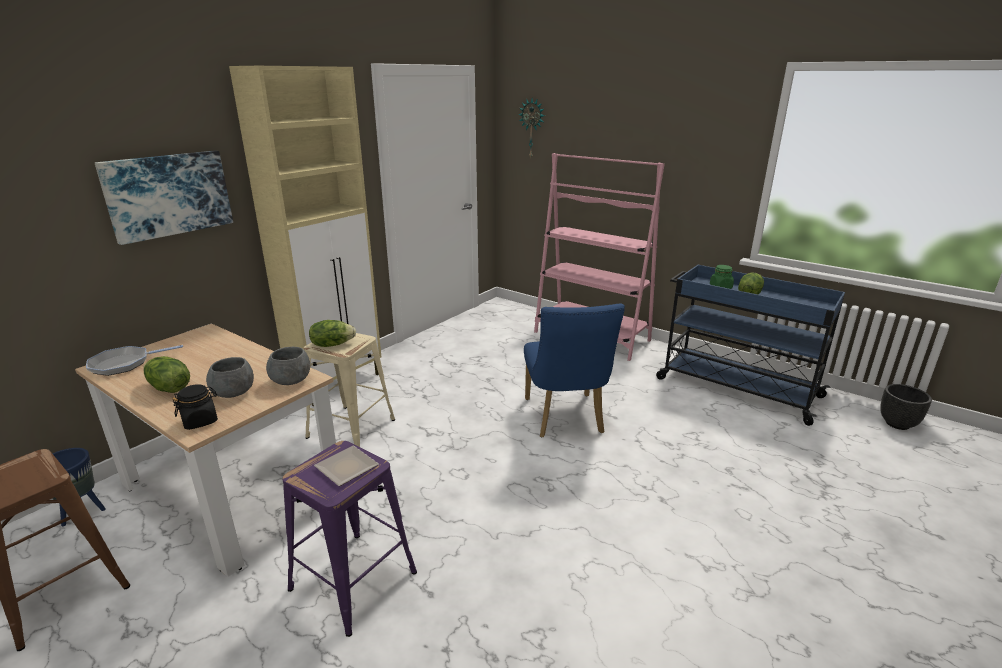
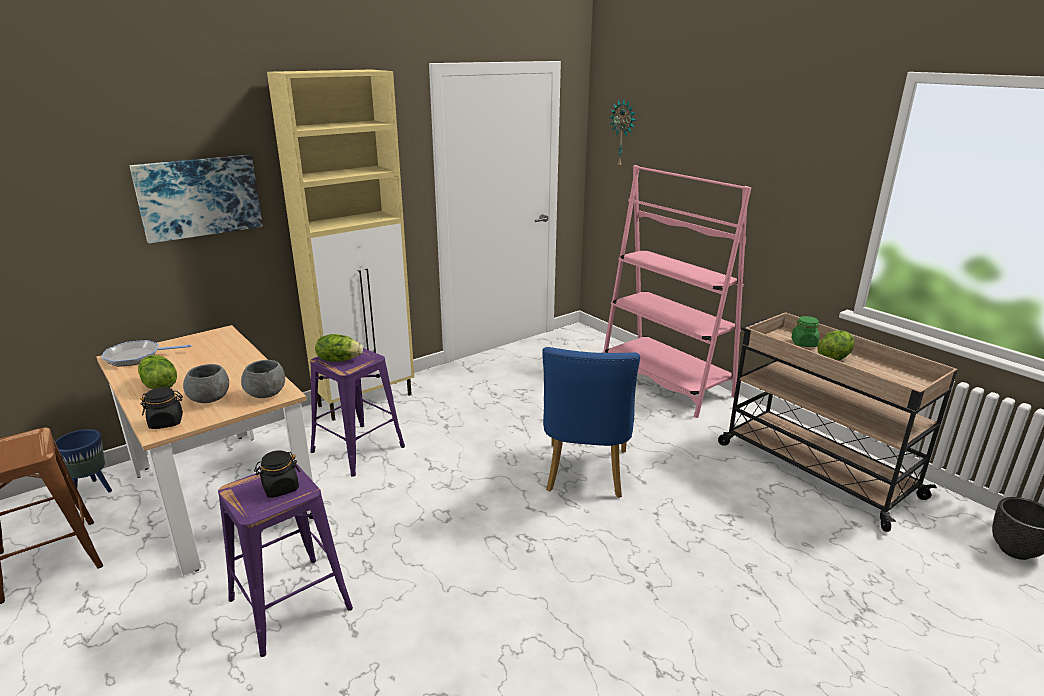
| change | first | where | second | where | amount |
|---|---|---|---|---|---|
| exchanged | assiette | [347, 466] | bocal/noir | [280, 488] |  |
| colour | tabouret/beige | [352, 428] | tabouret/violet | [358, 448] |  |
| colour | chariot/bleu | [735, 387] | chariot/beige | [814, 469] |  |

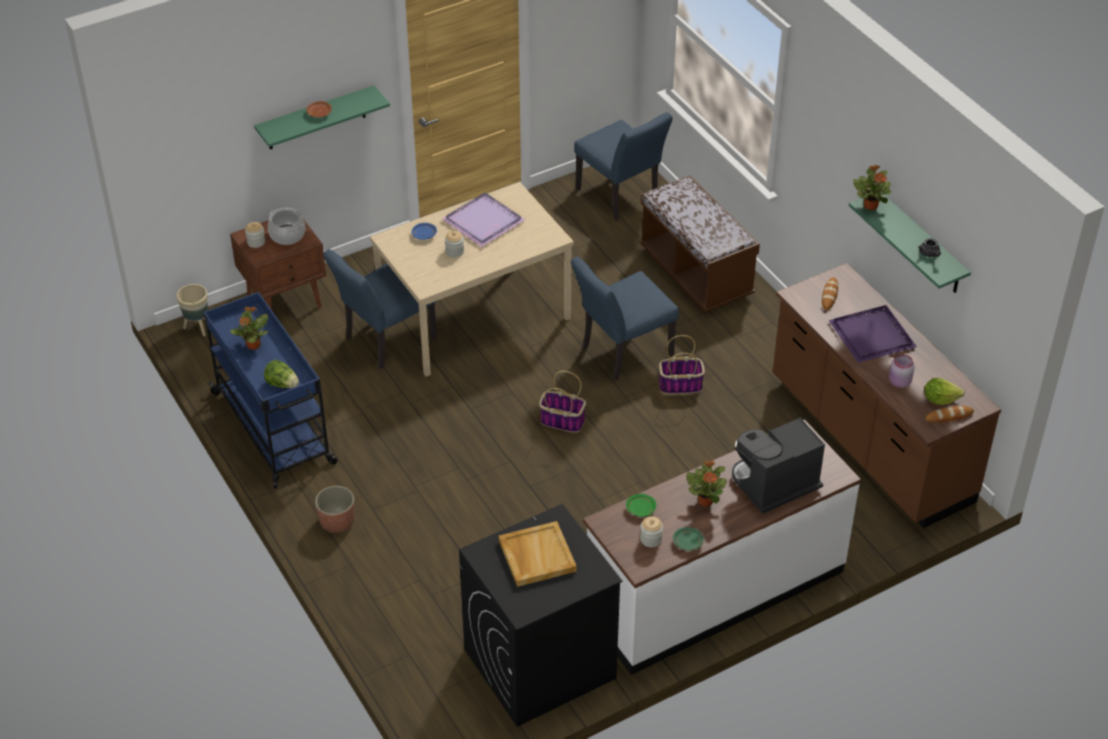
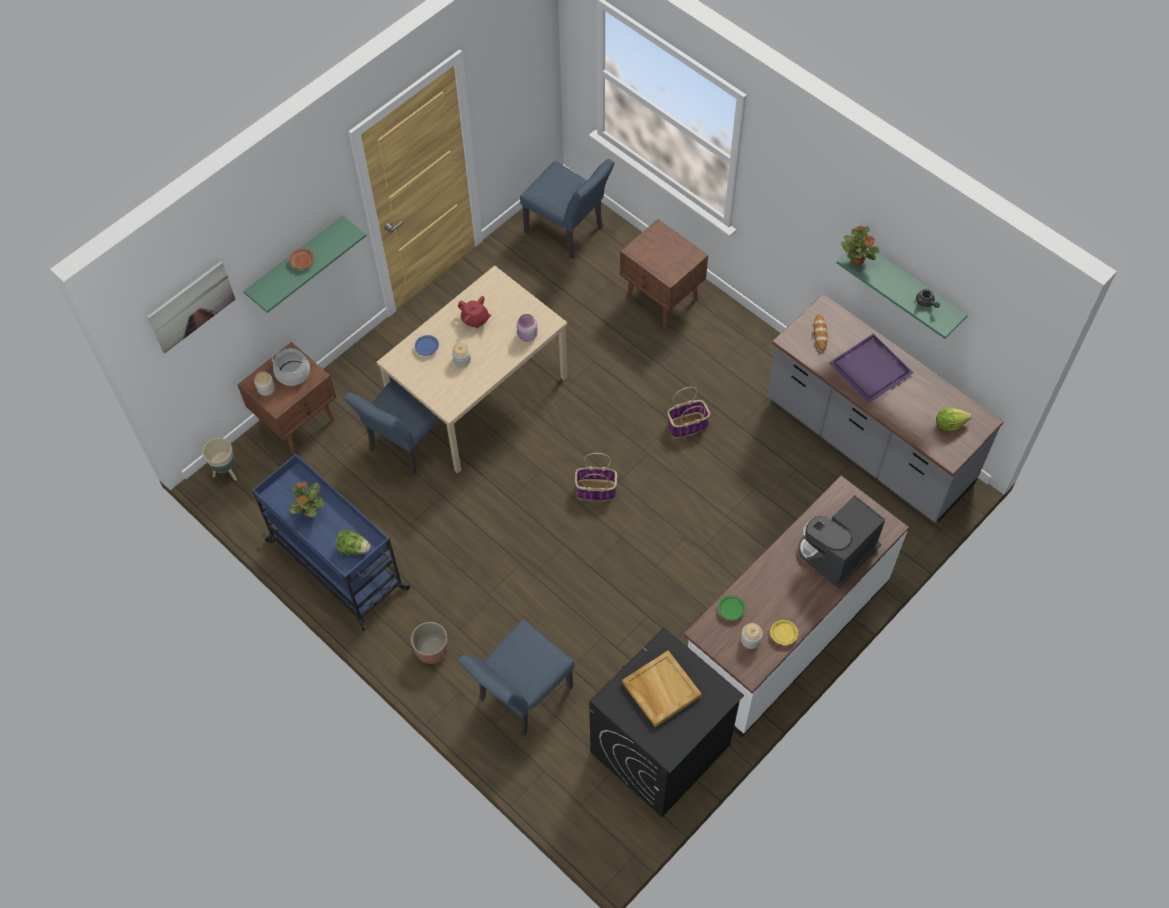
| change | first | where | second | where | amount |
|---|---|---|---|---|---|
| appeared |  |  | tableau | [191, 306] |  |
| exchanged | plateau/violet | [481, 221] | théière/rouge | [475, 319] |  |
| relocated | chaise/bleu | [621, 353] |  | [520, 697] |  |
| relocated | bocal/rose | [899, 382] |  | [527, 336] |  |
| exchanged | banc/marron | [695, 273] | table de chevet/marron | [662, 300] |  |
| colour | comptoir de cuisine/marron | [869, 442] | comptoir de cuisine/gris | [867, 444] |  |
| colour | assiette/vert | [688, 542] | assiette/jaune | [784, 634] |  |
| missing | plante en pot | [705, 500] |  |  |  |
| missing | pain | [949, 416] |  |  |  |

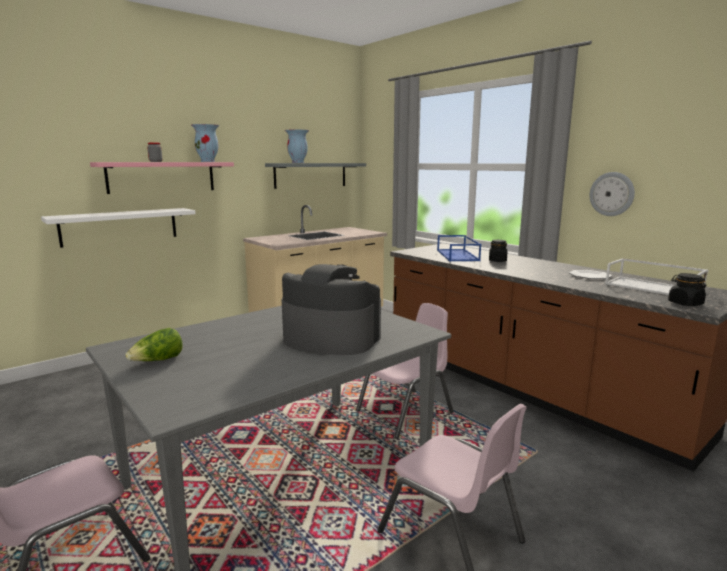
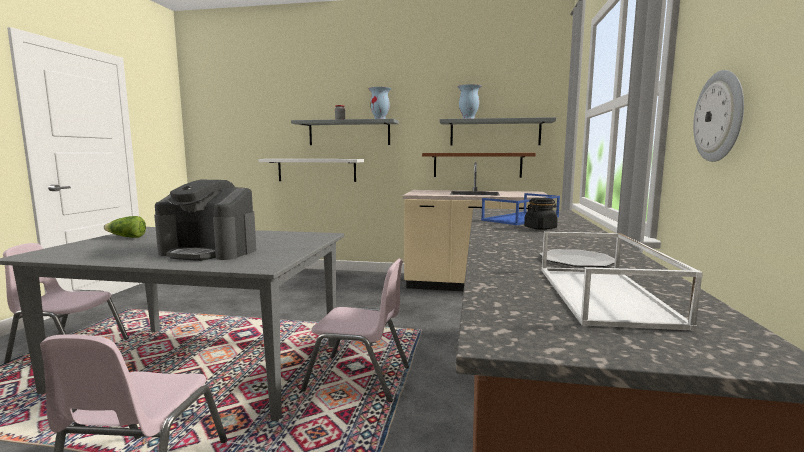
| change | first | where | second | where | amount |
|---|---|---|---|---|---|
| spun | machine à café | [330, 338] |  | [210, 251] | 120 degrees clockwise |
| colour | étagère/rose | [162, 177] | étagère/gris | [349, 133] |  |
| appeared |  |  | étagère/marron | [477, 165] |  |
| missing | bocal/noir | [685, 303] |  |  |  |

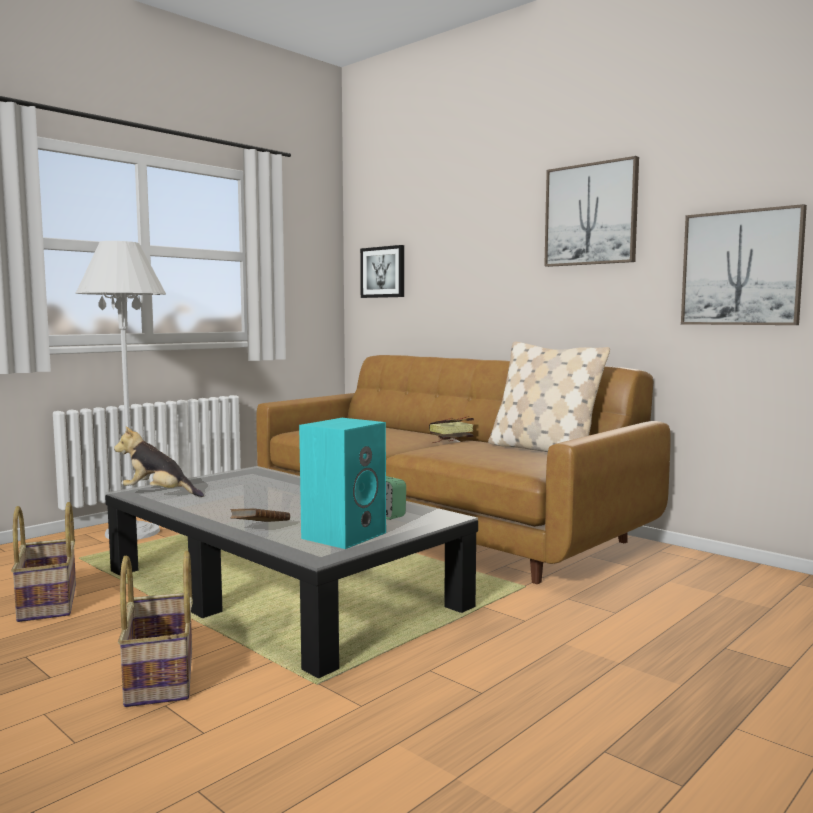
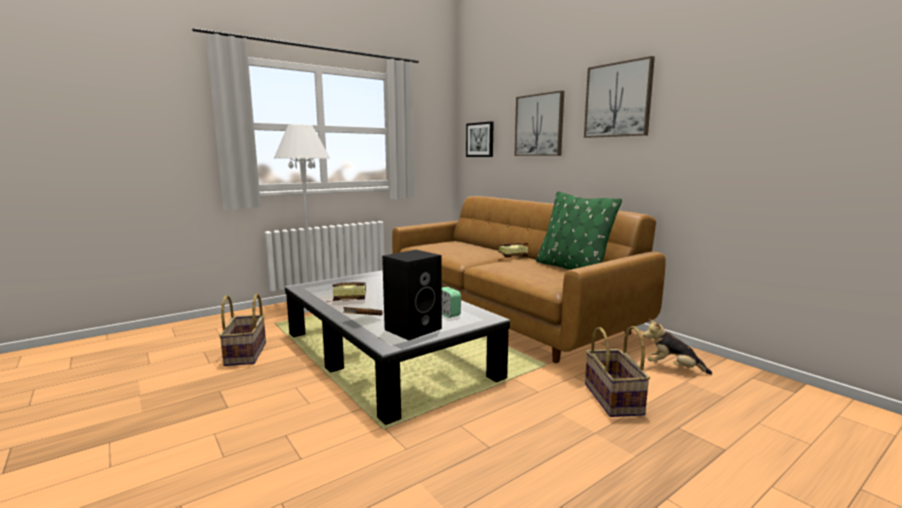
| change | first | where | second | where | amount |
|---|---|---|---|---|---|
| appeared |  |  | livre | [346, 299] |  |
| colour | enceinte/turquoise | [344, 535] | enceinte/noir | [413, 328] |  |
| relocated | tableau | [741, 268] |  | [539, 125] |  |
| colour | coussin/beige | [543, 450] | coussin/vert | [572, 268] |  |
| relocated | panier | [162, 677] |  | [614, 399] |  |
| relocated | peluche | [159, 494] |  | [673, 368] |  |

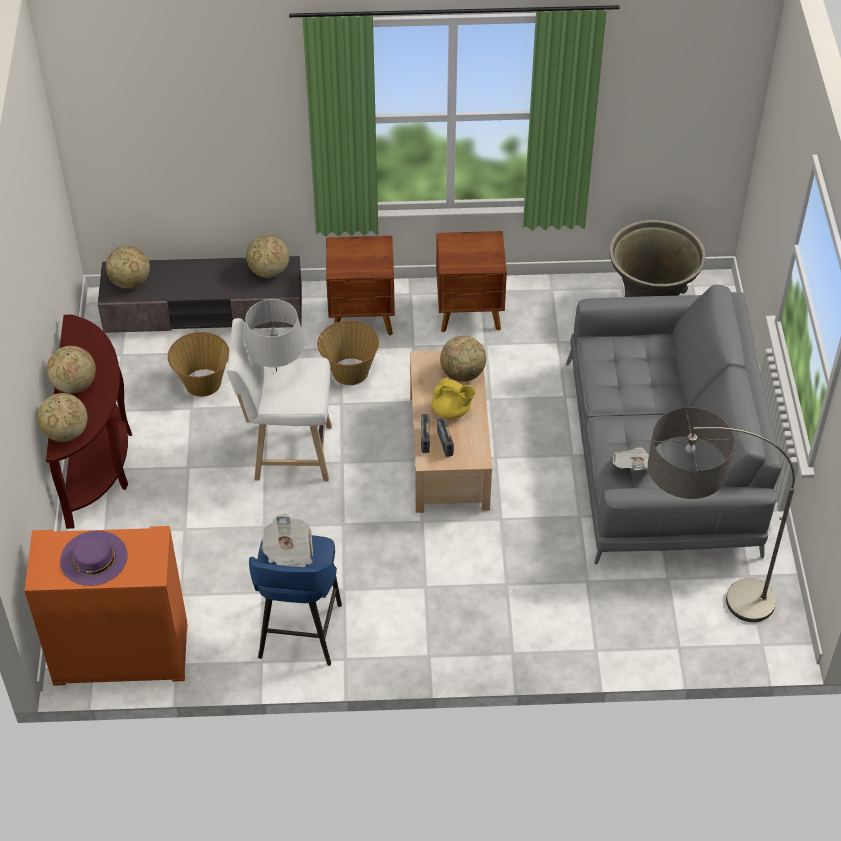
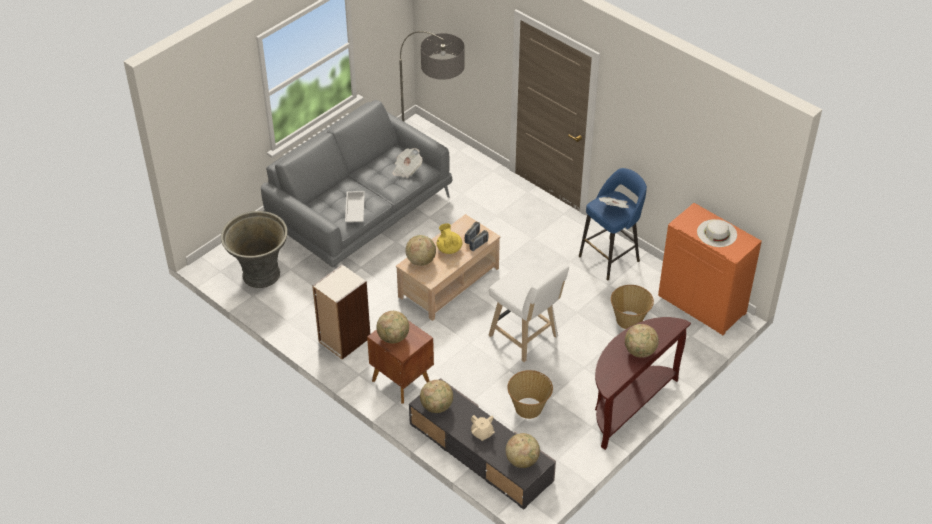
| change | first | where | second | where | amount |
|---|---|---|---|---|---|
| exchanged | table de chevet/marron | [470, 313] | bibliothèque | [344, 340] |  |
| appeared |  |  | plateau/blanc | [354, 210] |  |
| relocated | globe | [66, 433] |  | [393, 337] |  |
| appeared |  |  | théière/beige | [482, 433] |  |
| relocated | panier | [349, 371] |  | [629, 320] |  |
| colour | chapeau/violet | [93, 558] | chapeau/blanc | [717, 233] |  |
| missing | lampe de table/gris | [276, 371] |  |  |  |

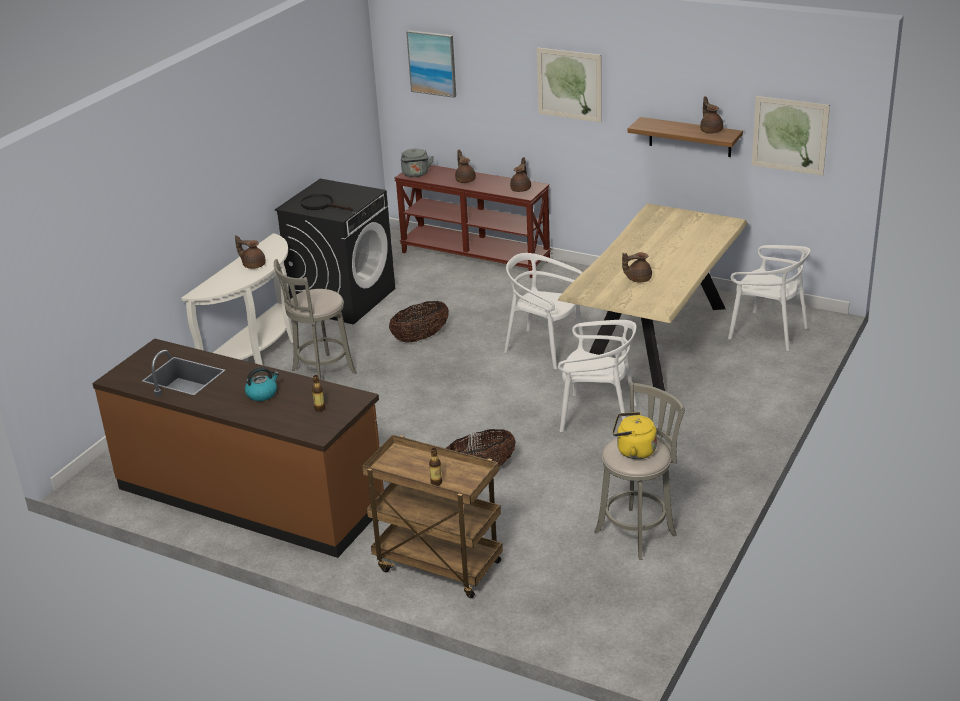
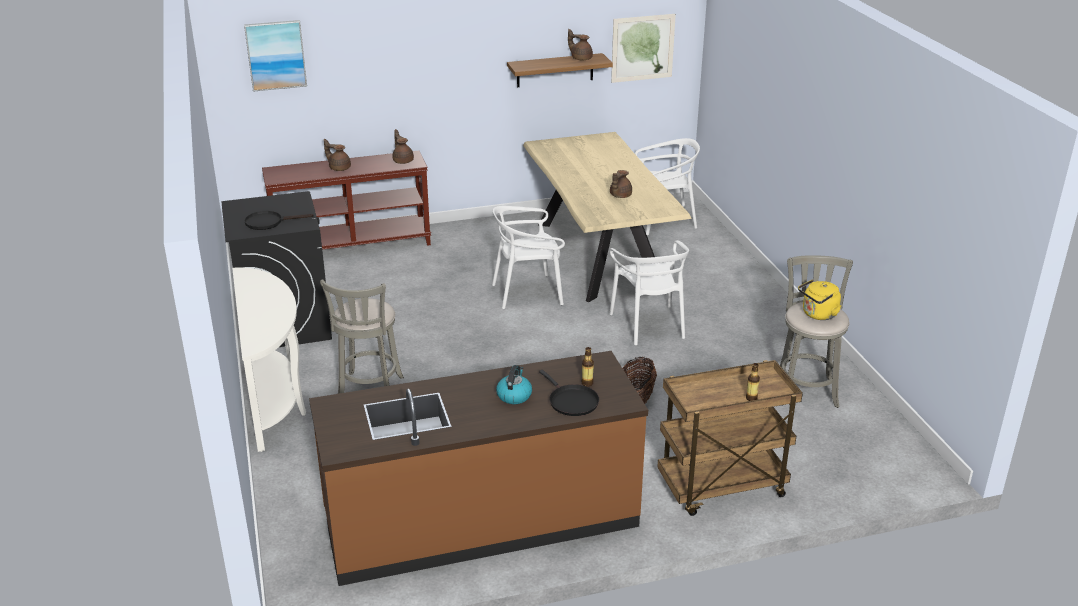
| change | first | where | second | where | amount |
|---|---|---|---|---|---|
| appeared |  |  | poêle/noir | [571, 401] |  |
| spun | chaise/blanc | [597, 416] |  | [649, 325] | 105 degrees clockwise |
| missing | théière/marron | [253, 265] |  |  |  |
| missing | panier | [420, 338] |  |  |  |
| missing | bouilloire/gris | [416, 174] |  |  |  |
| missing | tableau | [569, 84] |  |  |  |

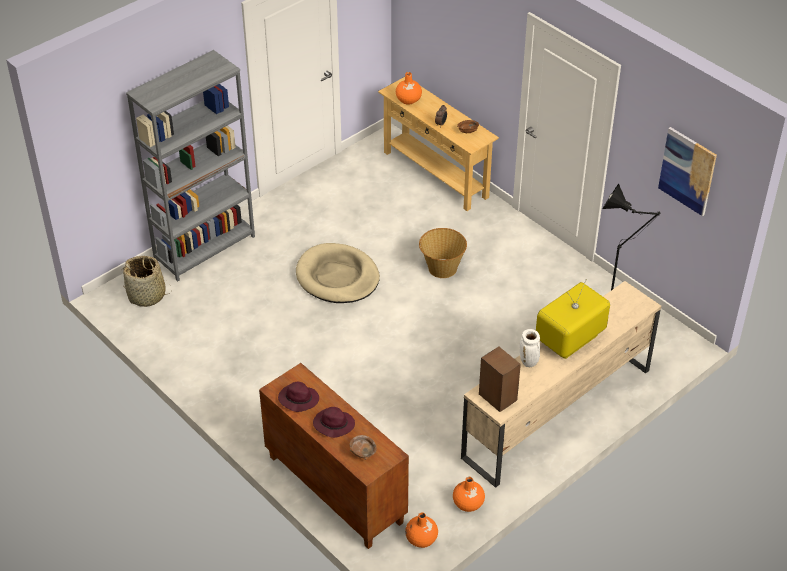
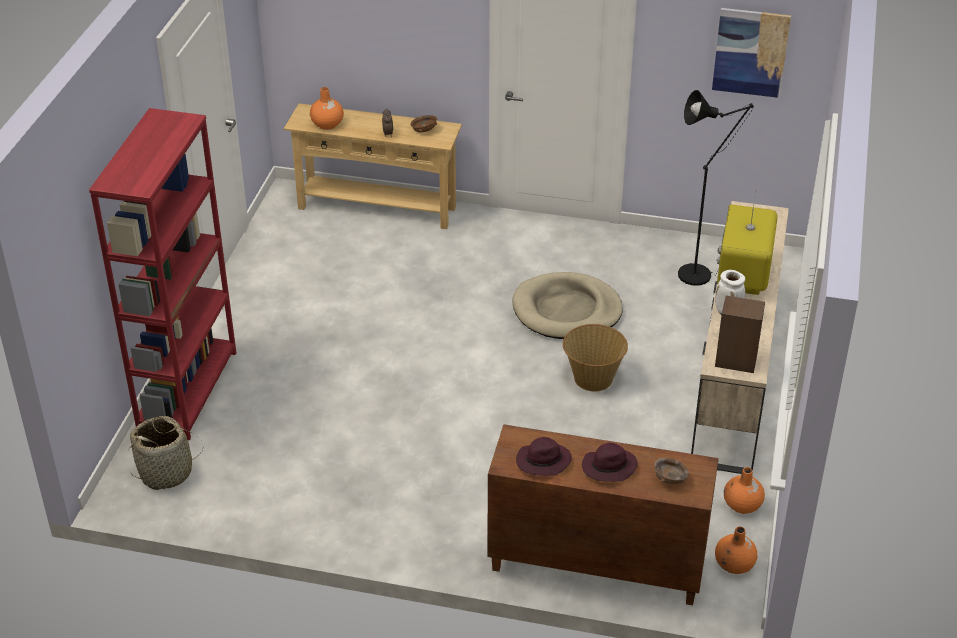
| change | first | where | second | where | amount |
|---|---|---|---|---|---|
| colour | bibliothèque/gris | [205, 248] | bibliothèque/rouge | [188, 390] |  |
| relocated | panier pour chien/beige | [337, 277] |  | [567, 311] |  |
| relocated | panier | [442, 268] |  | [593, 379] |  |

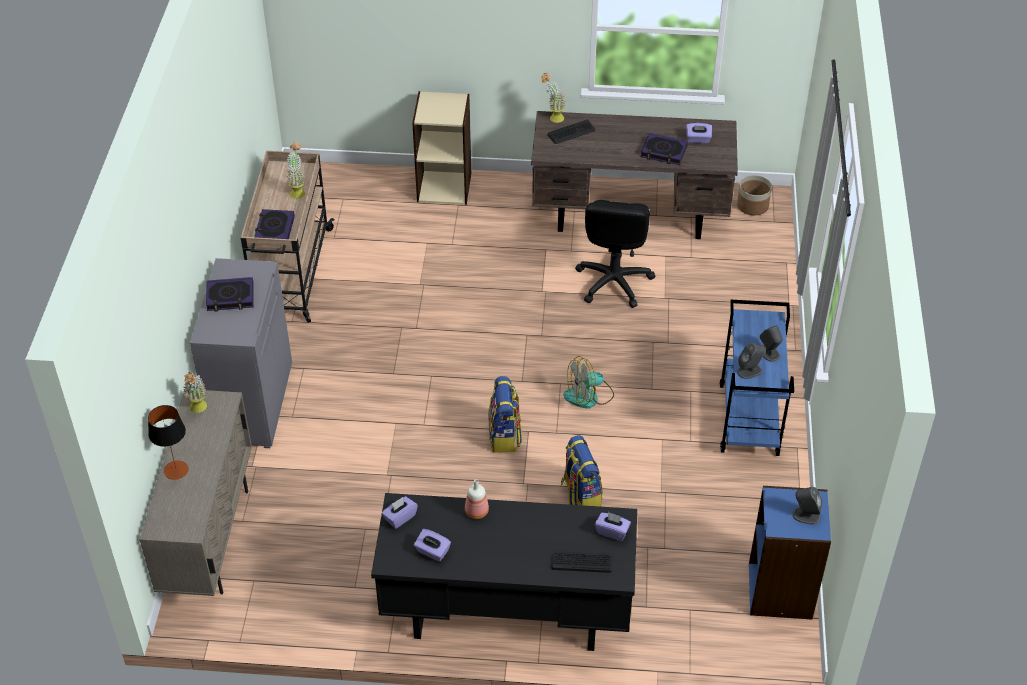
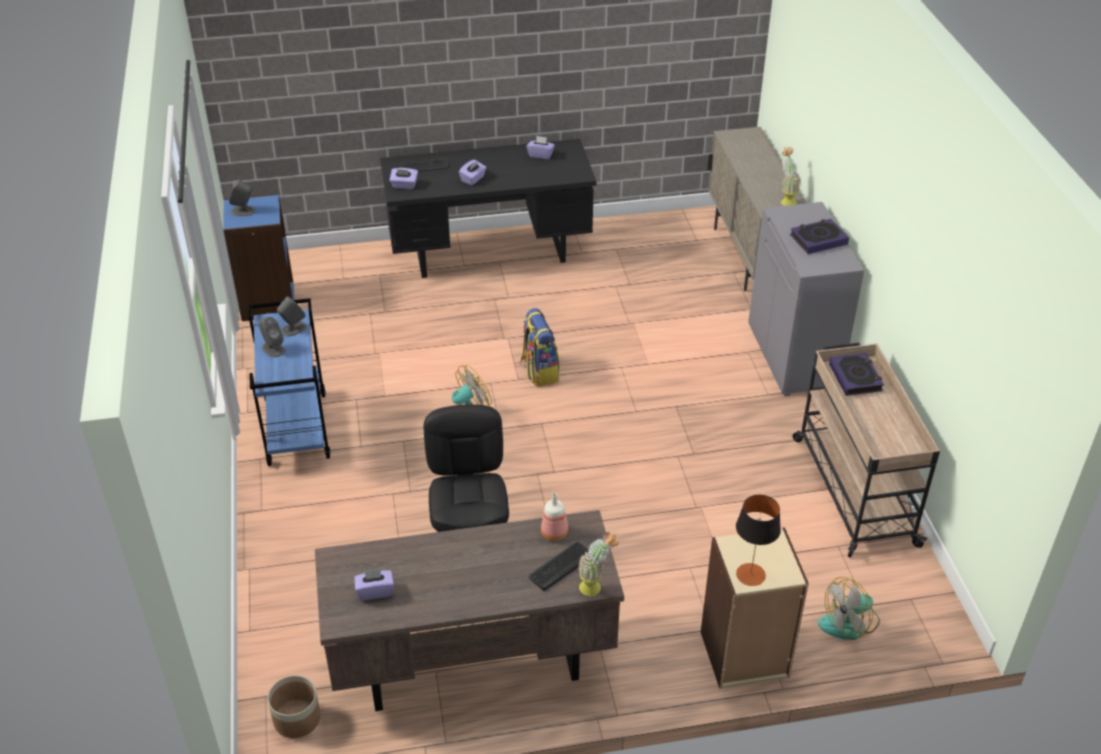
| change | first | where | second | where | amount |
|---|---|---|---|---|---|
| relocated | boîte à mouchoirs/violet | [400, 517] |  | [473, 179] |  |
| relocated | bouteille | [476, 511] |  | [555, 533] |  |
| relocated | lampe de table | [176, 470] |  | [750, 575] |  |
| appeared |  |  | ventilateur | [849, 623] |  |
| missing | plante en pot | [298, 191] |  |  |  |
| missing | sac à dos | [580, 495] |  |  |  |
| missing | livre | [663, 152] |  |  |  |

